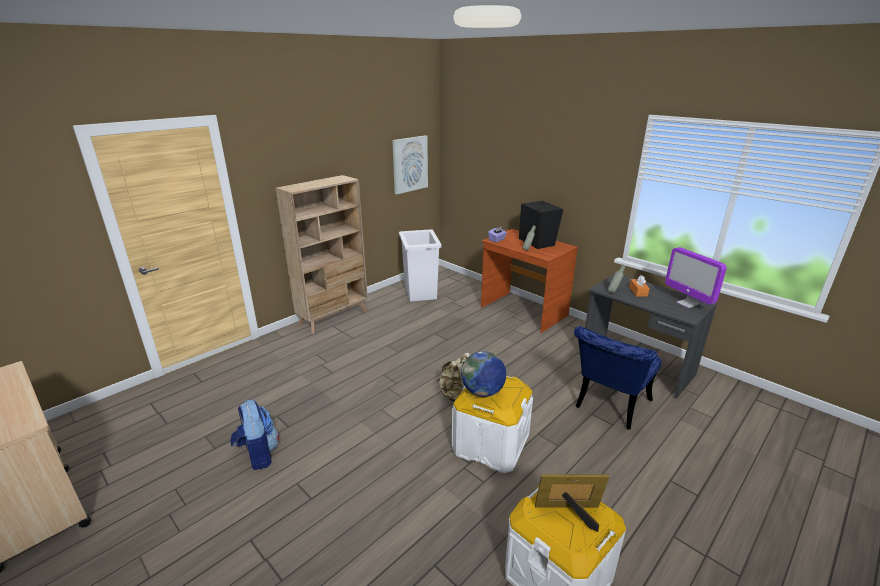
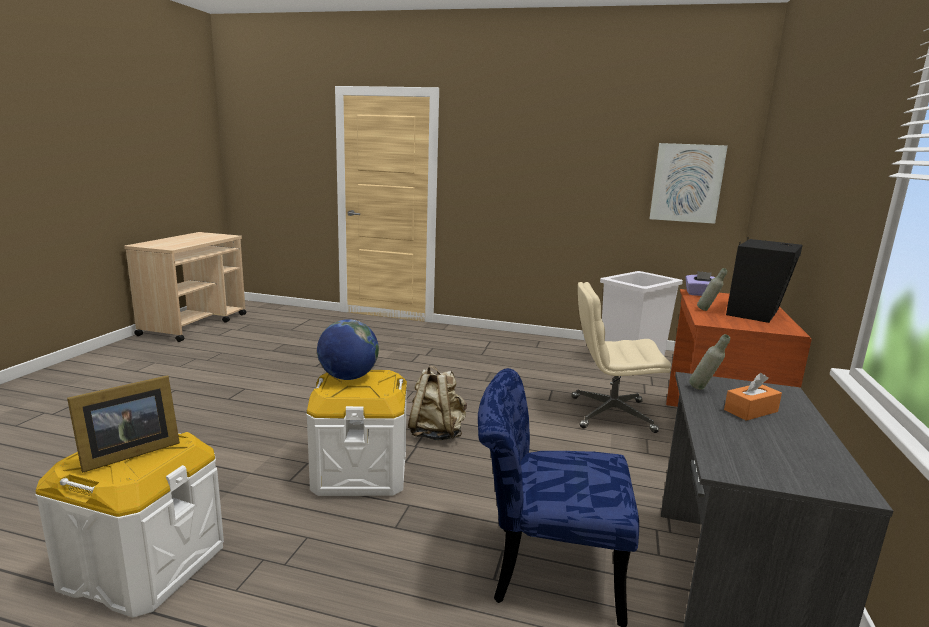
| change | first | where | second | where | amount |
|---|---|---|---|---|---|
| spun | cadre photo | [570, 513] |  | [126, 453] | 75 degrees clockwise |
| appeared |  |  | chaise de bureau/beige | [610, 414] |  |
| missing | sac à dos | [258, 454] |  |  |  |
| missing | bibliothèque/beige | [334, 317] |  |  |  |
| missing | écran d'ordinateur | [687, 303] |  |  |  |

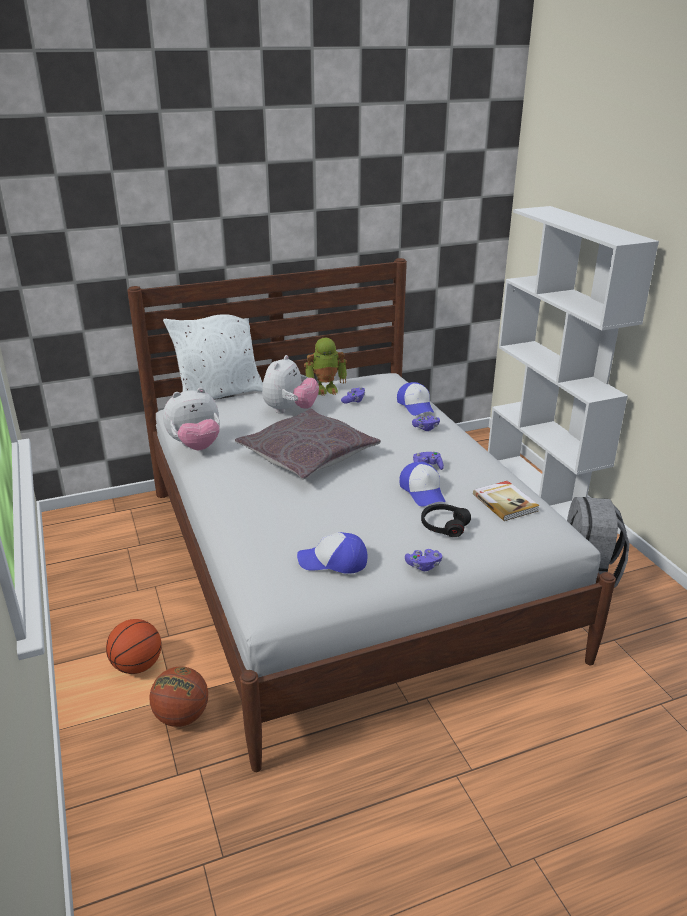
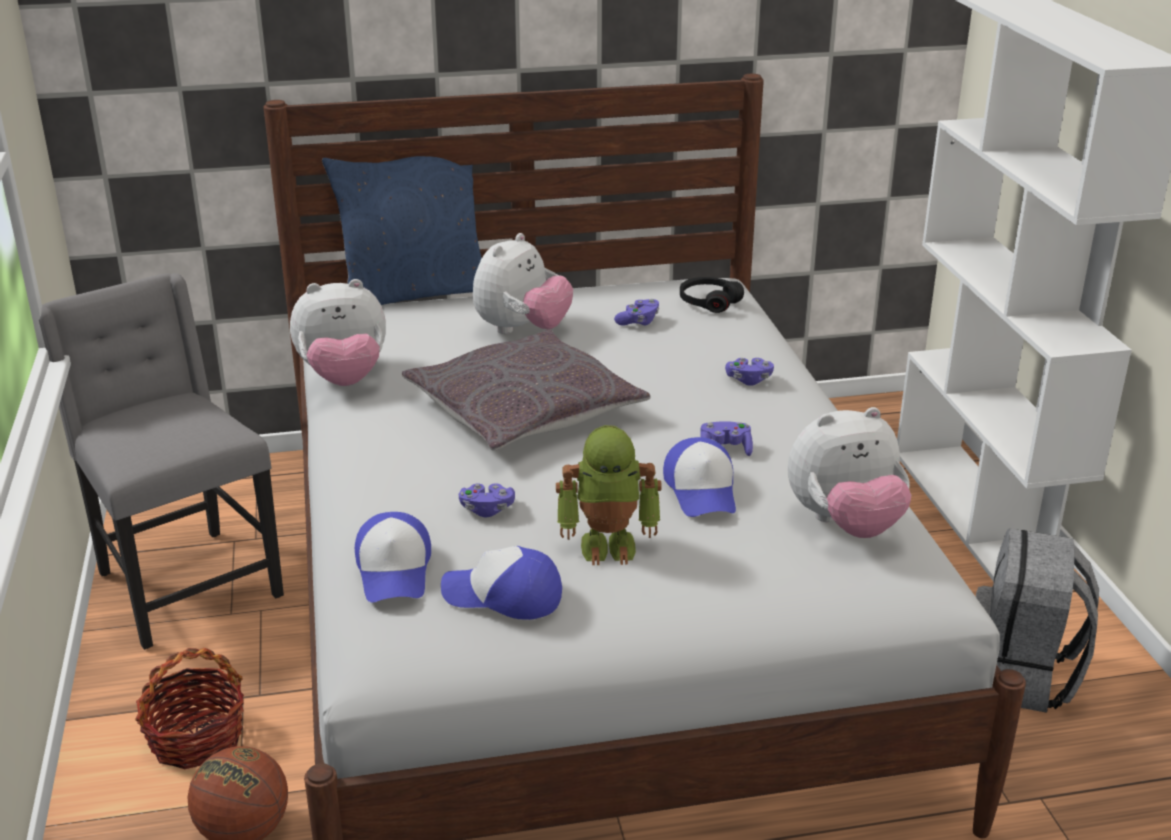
| change | first | where | second | where | amount |
|---|---|---|---|---|---|
| appeared |  |  | chaise/gris | [184, 584] |  |
| exchanged | ballon de basket | [137, 666] | panier | [196, 739] |  |
| colour | coussin/blanc | [219, 394] | coussin/bleu | [414, 294] |  |
| relocated | casquette | [416, 406] |  | [395, 570] |  |
| relocated | manette/violet | [423, 566] |  | [487, 509] |  |
| relocated | robot jouet | [326, 389] |  | [609, 544] |  |
| relocated | casque audio/noir | [444, 526] |  | [709, 302] |  |
| exchanged | livre | [505, 502] | peluche | [845, 524] |  |

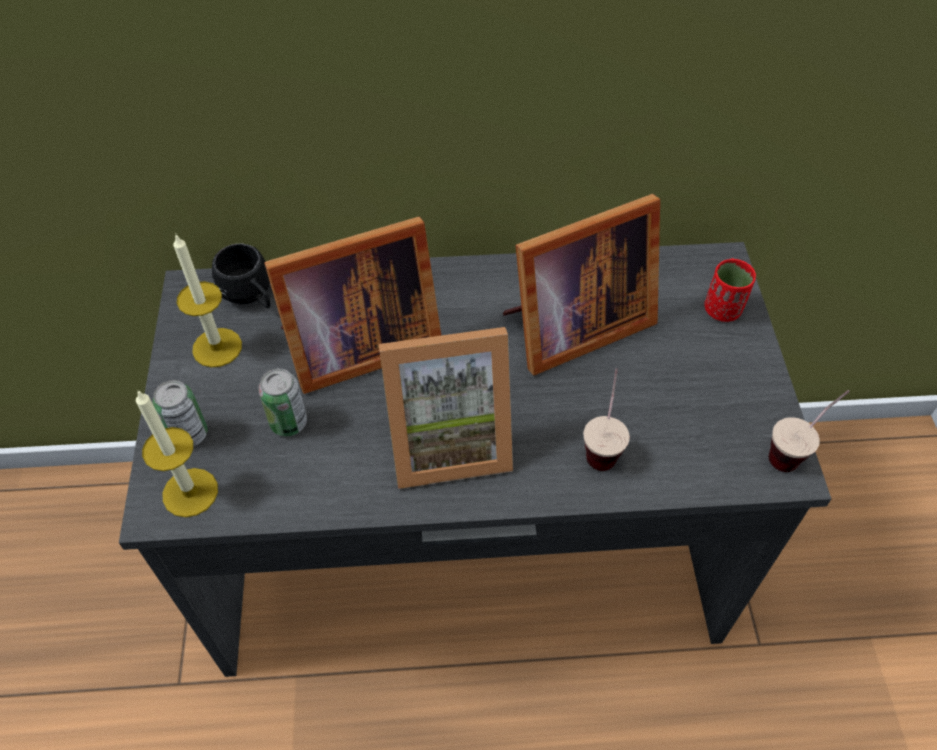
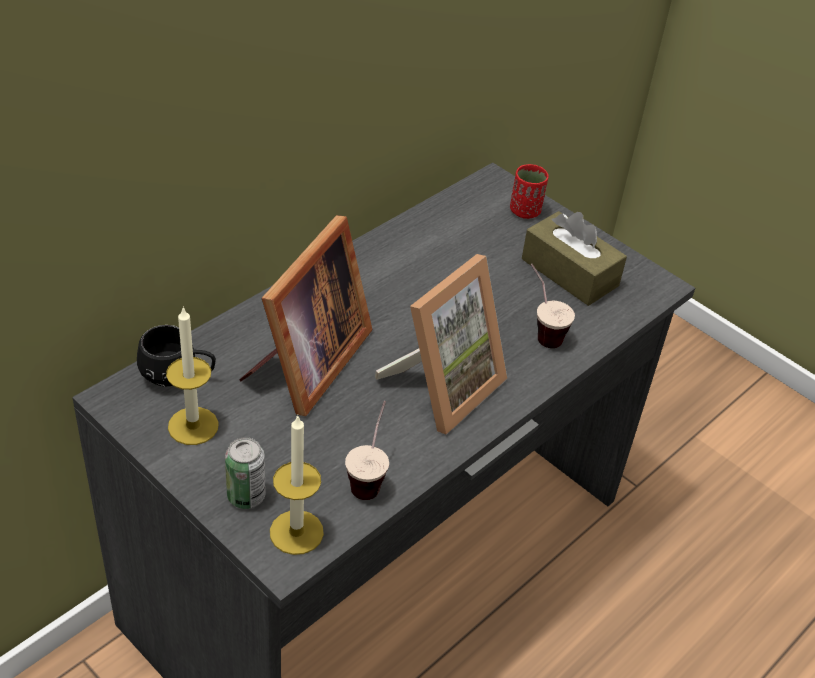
| change | first | where | second | where | amount |
|---|---|---|---|---|---|
| relocated | tasse | [796, 451] |  | [370, 476] |  |
| appeared |  |  | boîte à mouchoirs/marron | [569, 272] |  |
| missing | boîte métallique | [288, 422] |  |  |  |
| missing | cadre photo | [571, 327] |  |  |  |

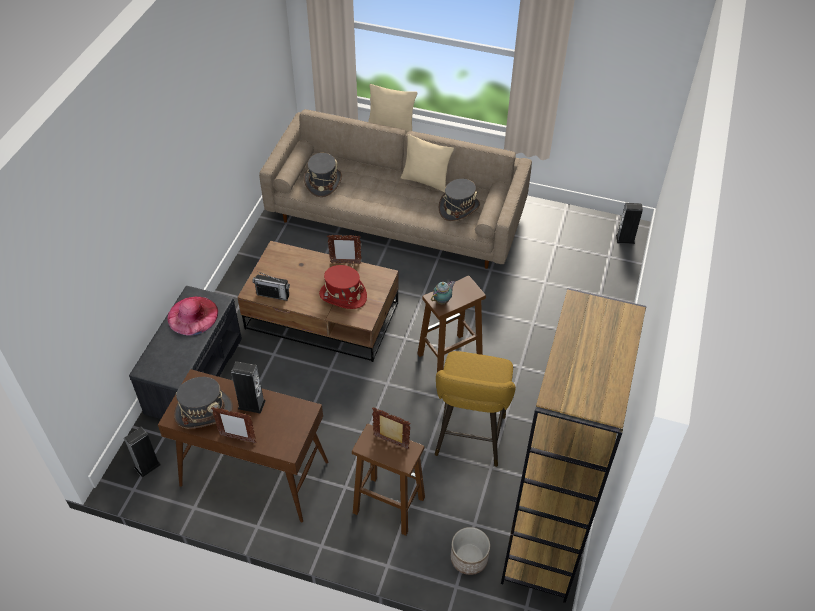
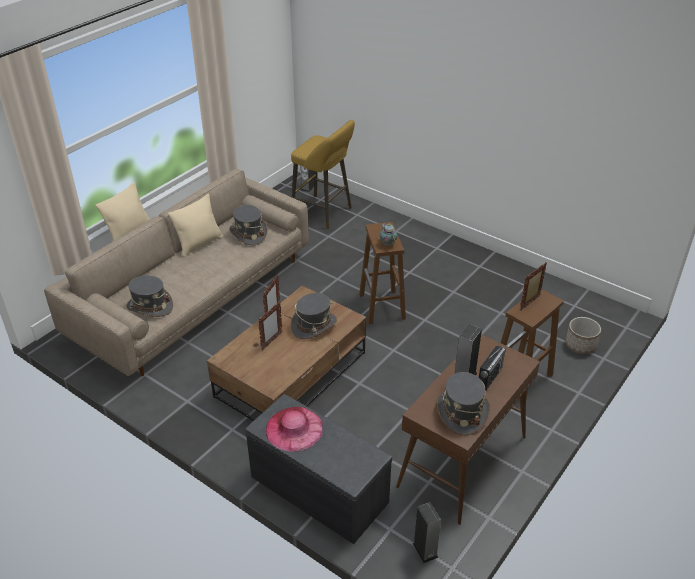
| change | first | where | second | where | amount |
|---|---|---|---|---|---|
| relocated | cadre photo | [237, 438] |  | [271, 341] |  |
| relocated | tabouret/jaune | [469, 440] |  | [324, 213] |  |
| colour | chapeau/rouge | [343, 296] | chapeau/gris | [314, 325] |  |
| relocated | radio | [273, 295] |  | [490, 377] |  |
| missing | bibliothèque/marron | [546, 537] |  |  |  |

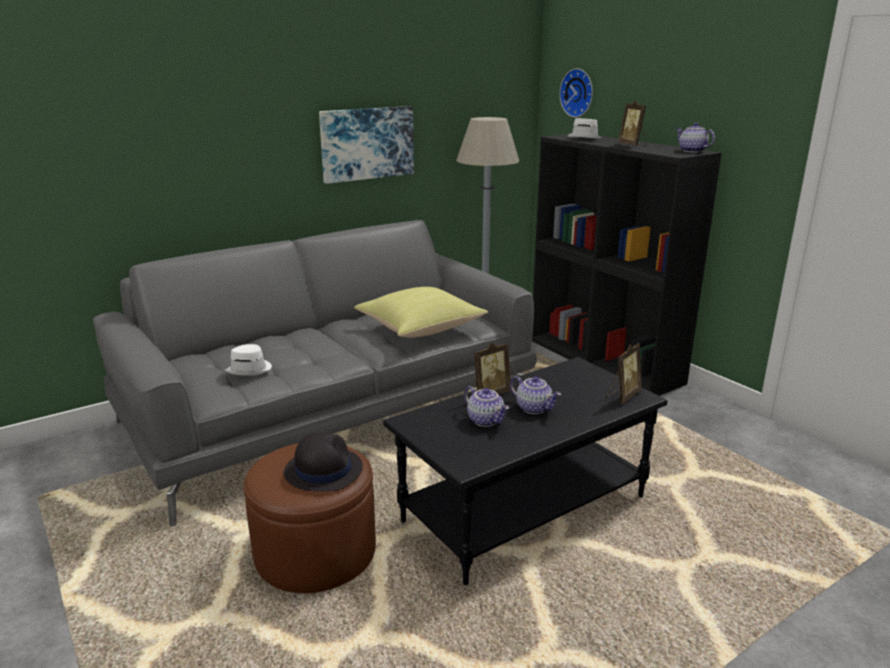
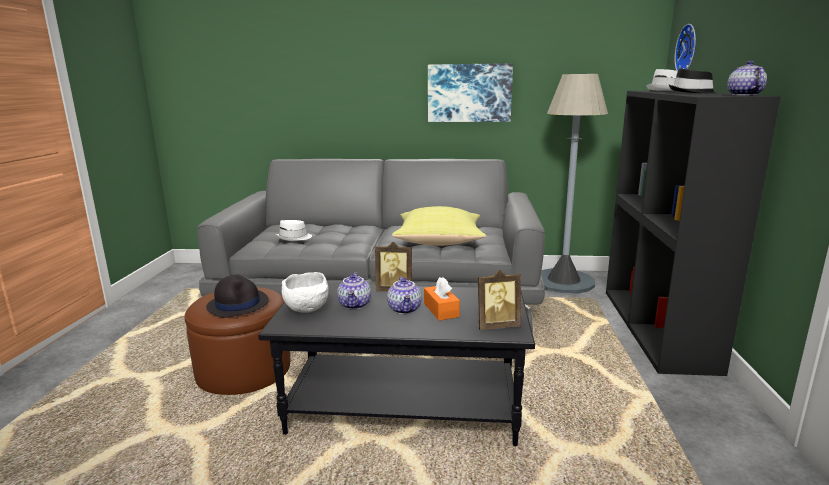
| change | first | where | second | where | amount |
|---|---|---|---|---|---|
| appeared |  |  | bol/blanc | [308, 309] |  |
| appeared |  |  | boîte à mouchoirs/orange | [441, 310] |  |
| exchanged | cadre photo | [632, 145] | chapeau/noir | [692, 93] |  |

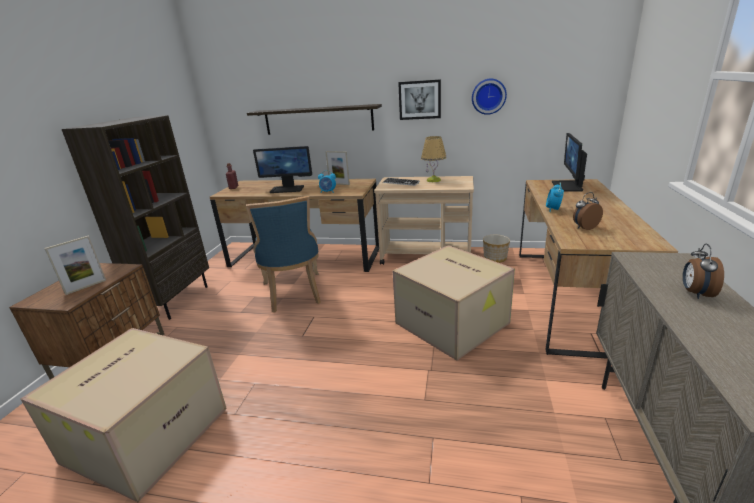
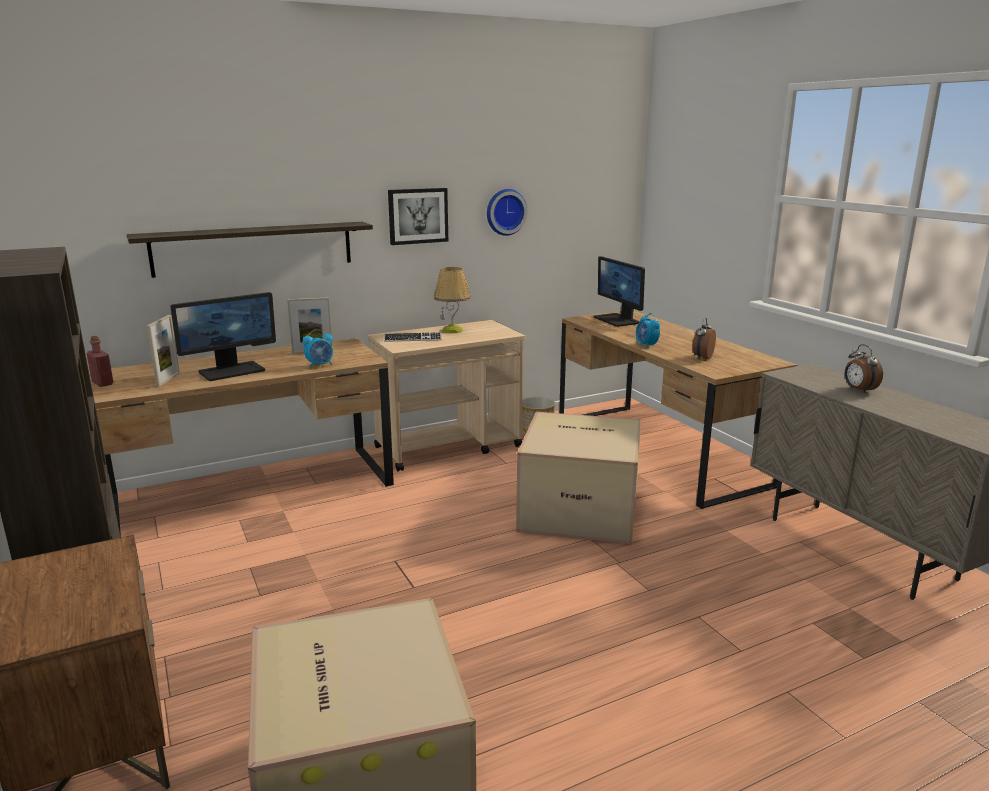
| change | first | where | second | where | amount |
|---|---|---|---|---|---|
| relocated | cadre photo | [86, 287] |  | [168, 380] |  |
| missing | chaise/bleu | [294, 293] |  |  |  |

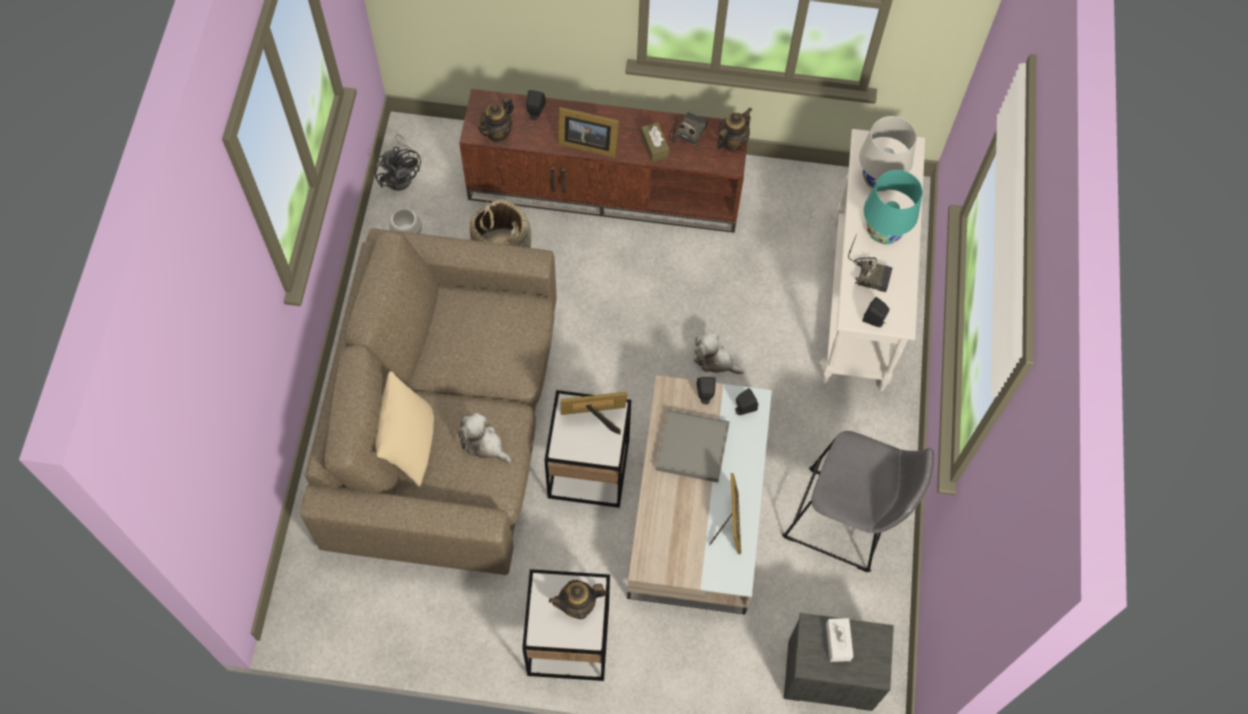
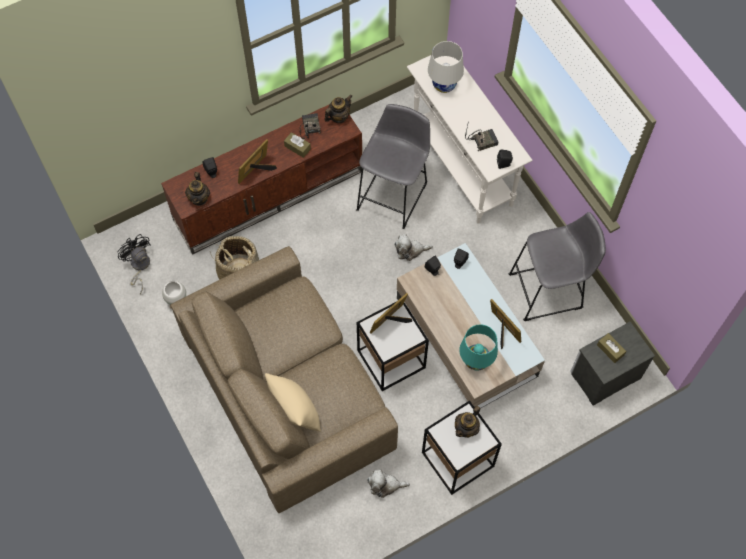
| change | first | where | second | where | amount |
|---|---|---|---|---|---|
| spun | ventilateur/noir | [401, 175] |  | [139, 266] | 150 degrees counterclockwise |
| spun | cadre photo | [586, 143] |  | [257, 171] | 150 degrees clockwise |
| spun | théière | [731, 141] |  | [338, 117] | 45 degrees clockwise |
| appeared |  |  | tabouret/gris | [394, 193] |  |
| relocated | peluche | [484, 444] |  | [385, 485] |  |
| relocated | lampe de table/turquoise | [883, 232] |  | [476, 360] |  |
| colour | boîte à mouchoirs/blanc | [838, 642] | boîte à mouchoirs/marron | [610, 350] |  |
| missing | plateau/gris | [692, 447] |  |  |  |

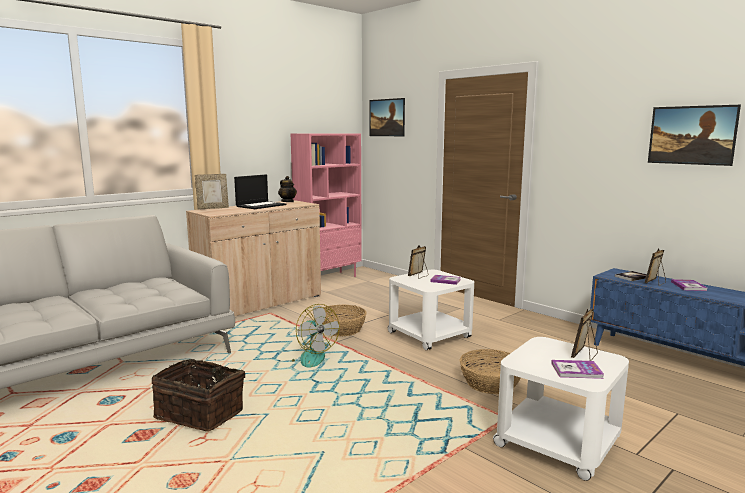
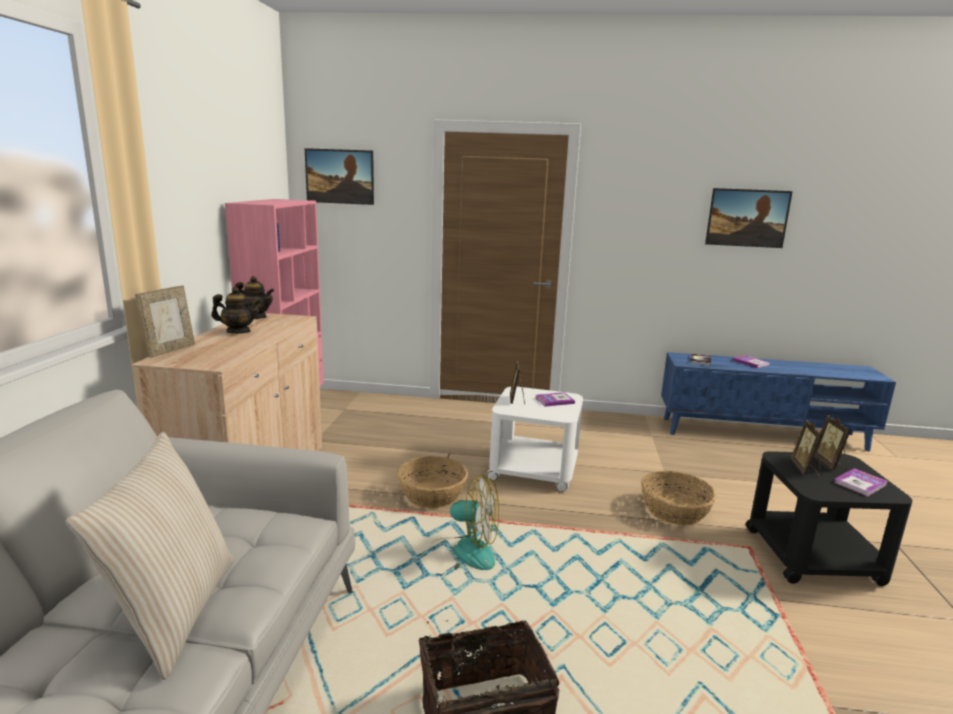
| change | first | where | second | where | amount |
|---|---|---|---|---|---|
| appeared |  |  | coussin/beige | [173, 613] |  |
| exchanged | ordinateur portable | [261, 205] | théière | [238, 332] |  |
| colour | table d'appoint/blanc | [558, 443] | table d'appoint/noir | [814, 555] |  |
| relocated | cadre photo | [655, 283] |  | [805, 469] |  |

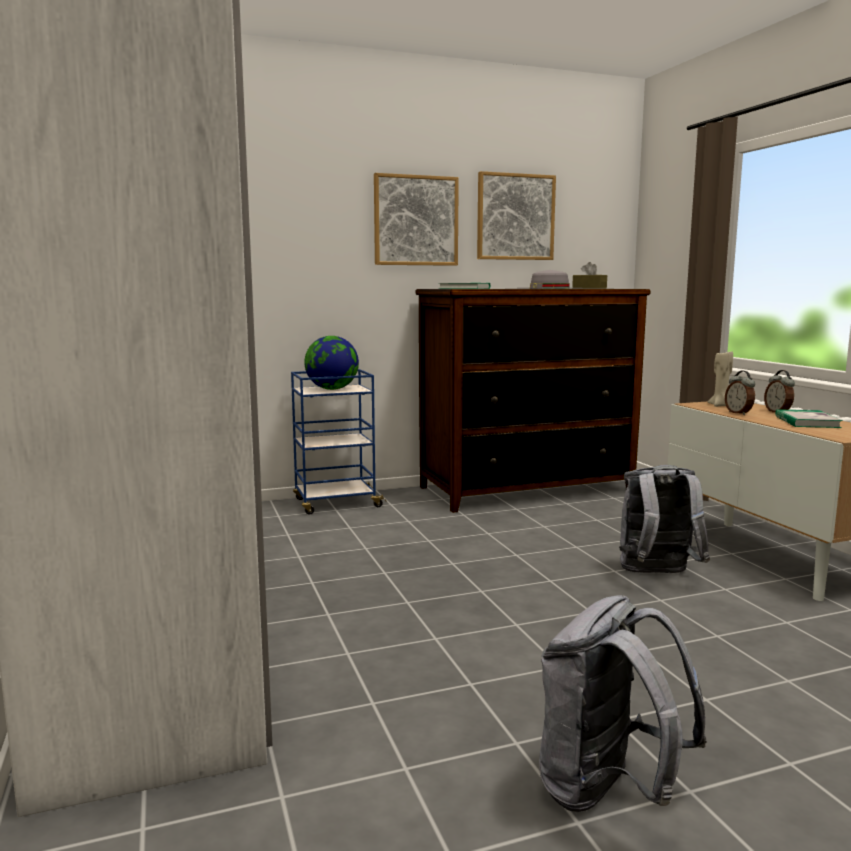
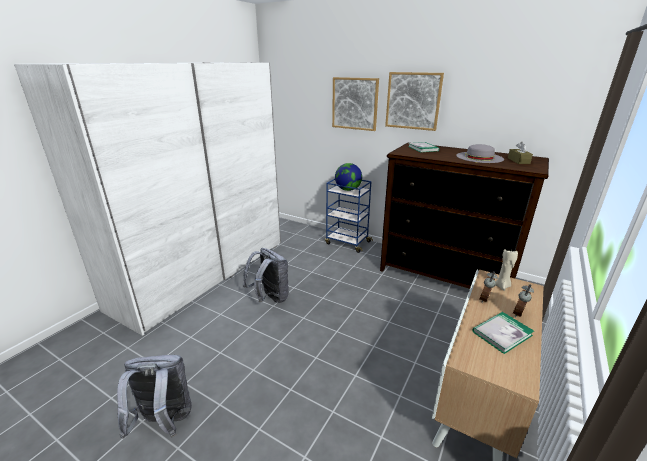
| change | first | where | second | where | amount |
|---|---|---|---|---|---|
| relocated | sac à dos/gris | [656, 575] |  | [270, 298] |  |
| relocated | tableau | [515, 217] |  | [355, 103] |  |

